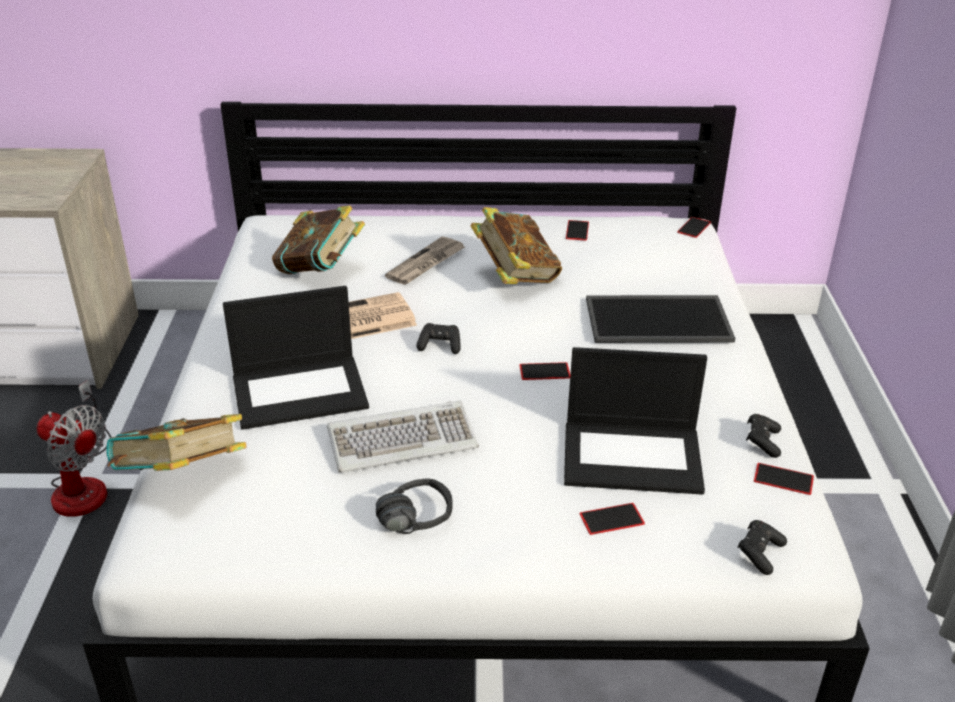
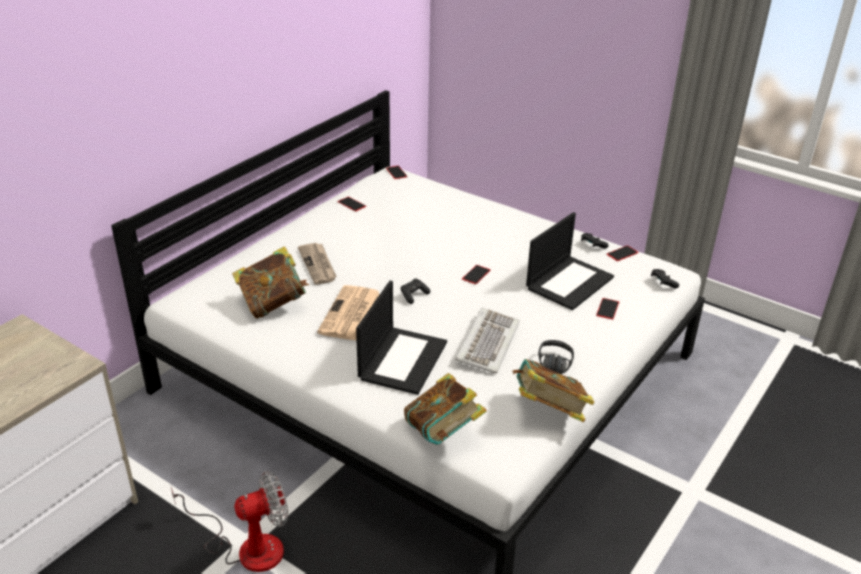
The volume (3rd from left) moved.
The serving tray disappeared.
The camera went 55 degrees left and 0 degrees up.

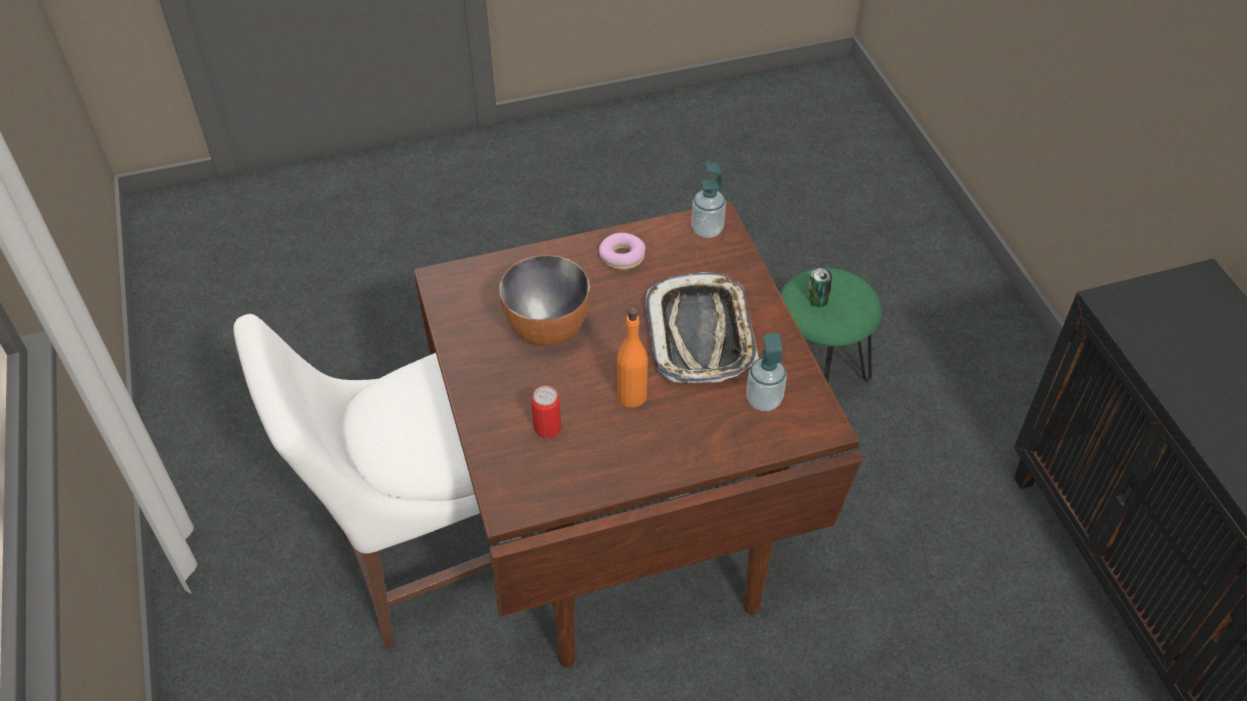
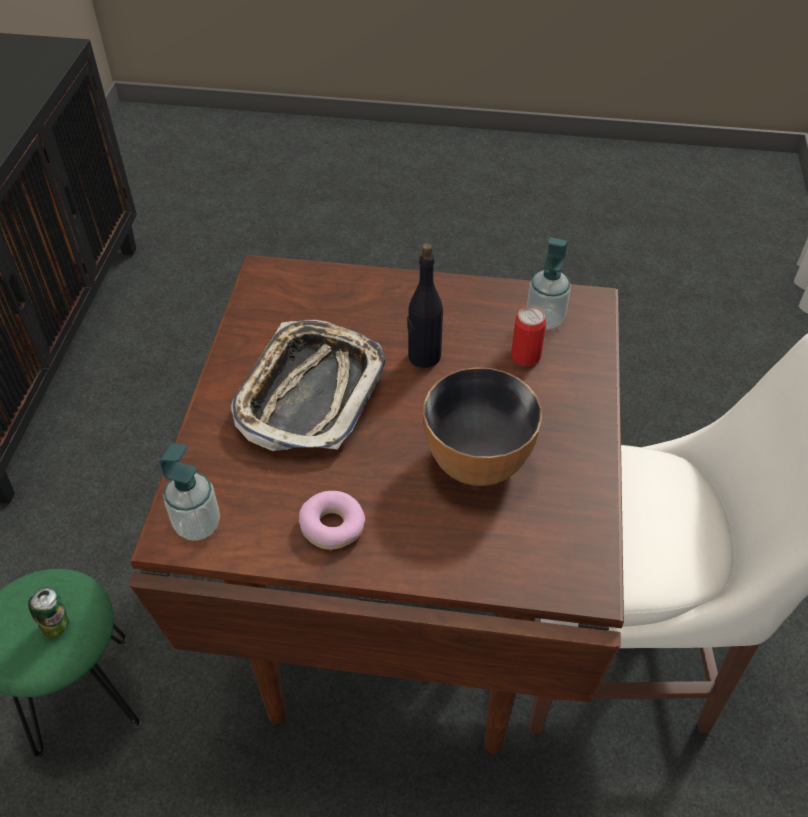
The orange-coloured drink bottle became the black drink bottle.
The soap bottle (2nd from left) moved.
The camera went 155 degrees left and 0 degrees up.

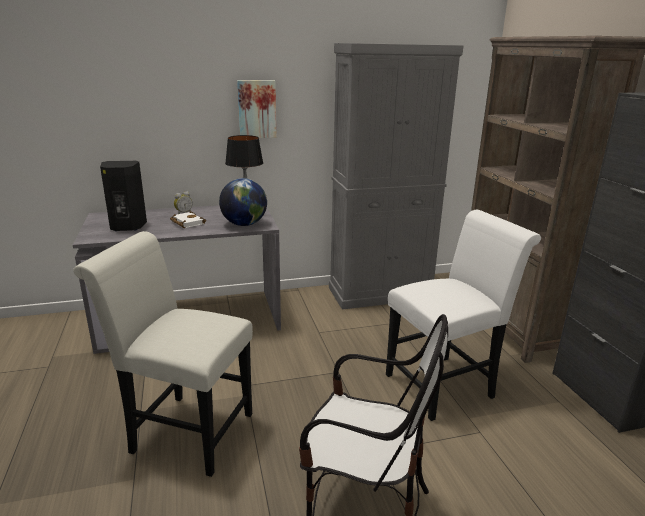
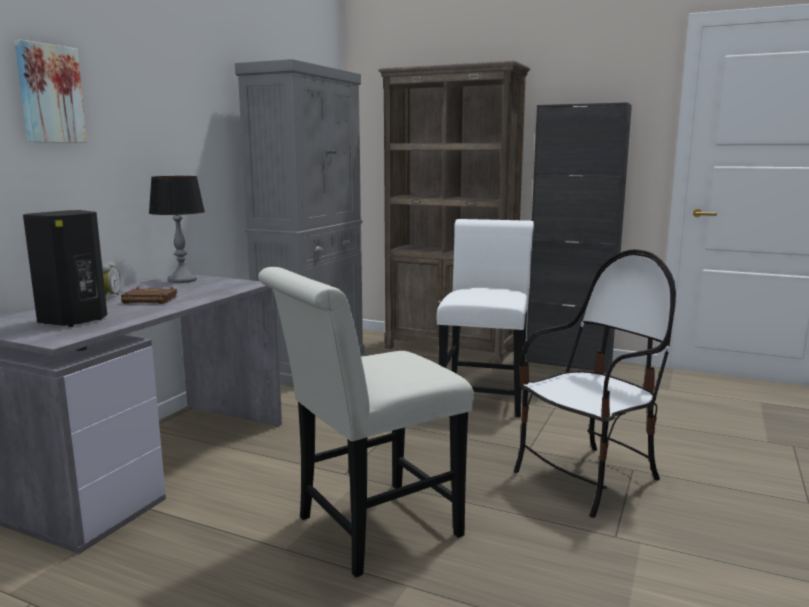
The picture moved.
The globe disappeared.
The white volume became the brown-coloured volume.
The camera went 50 degrees left and 10 degrees down.

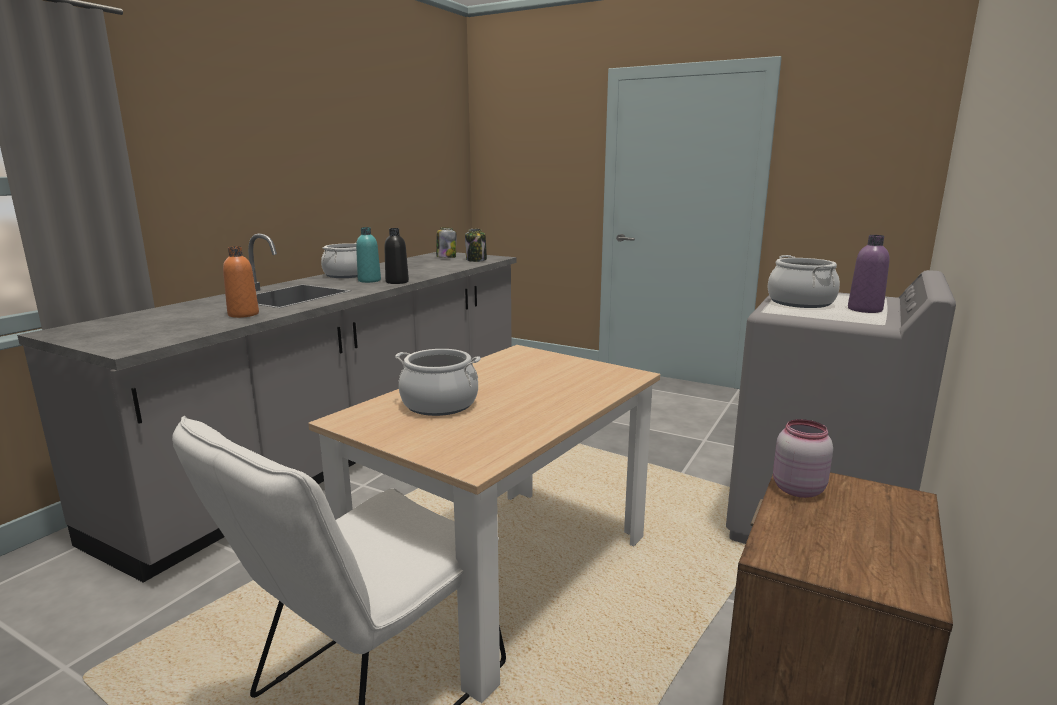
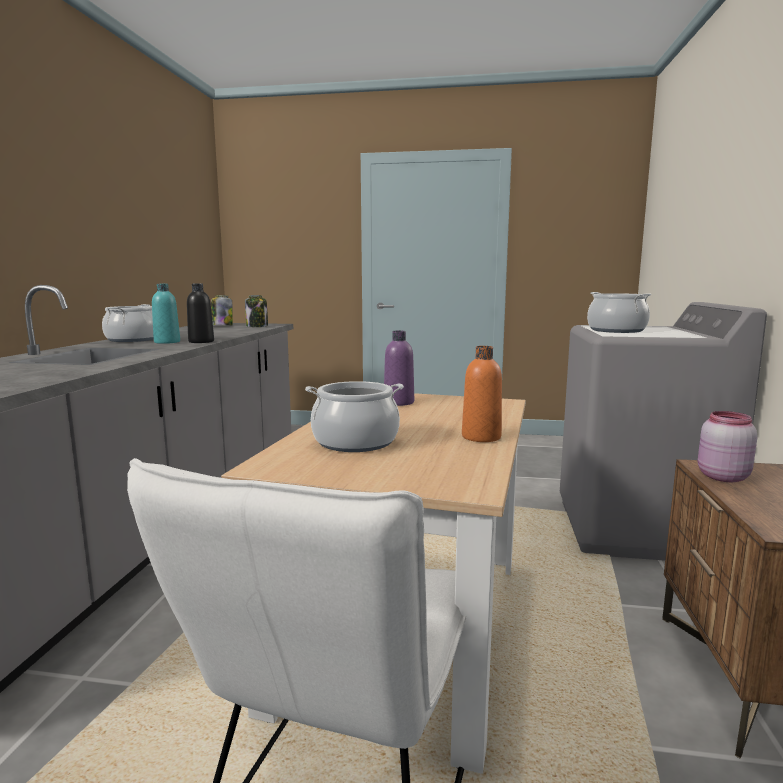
The purplish drink bottle moved.
The orange-coloured drink bottle moved.
The camera went 20 degrees left and 5 degrees down.

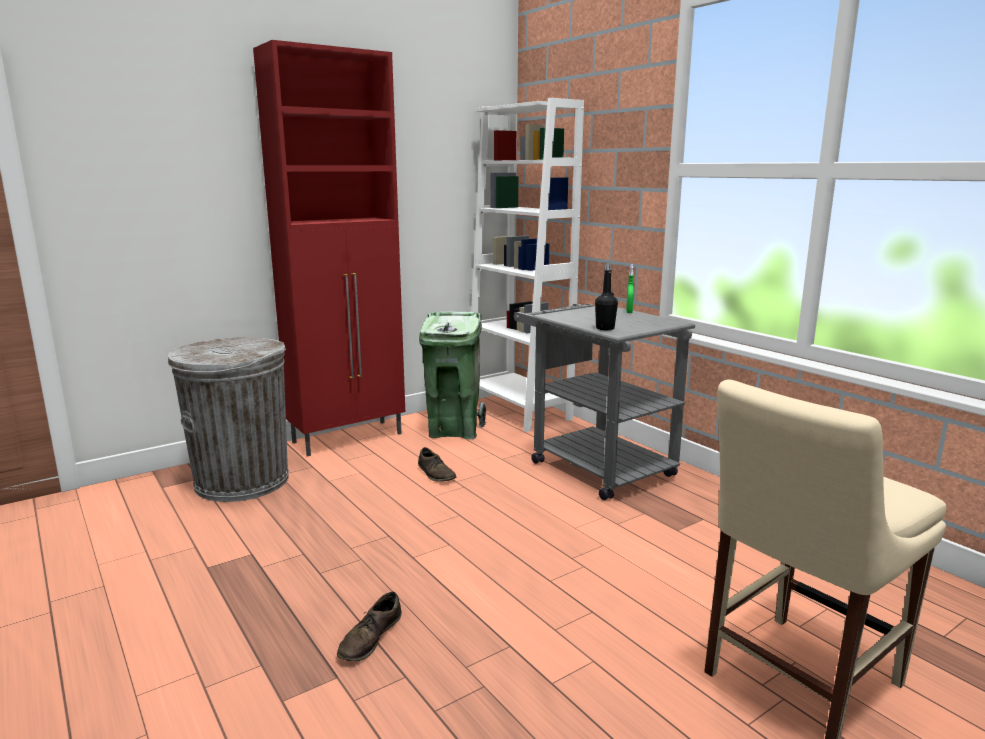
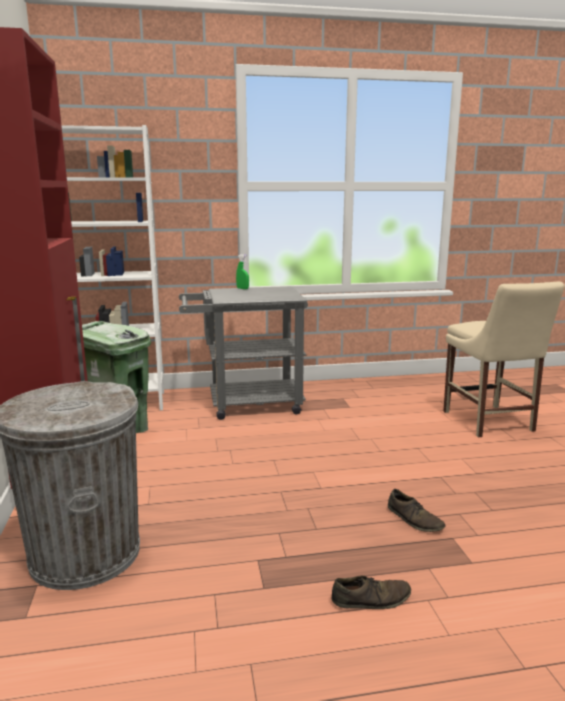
The black drink bottle disappeared.
The brown-coloured item of footwear (2nd from left in the first image) moved.
The camera went 65 degrees left and 0 degrees up.

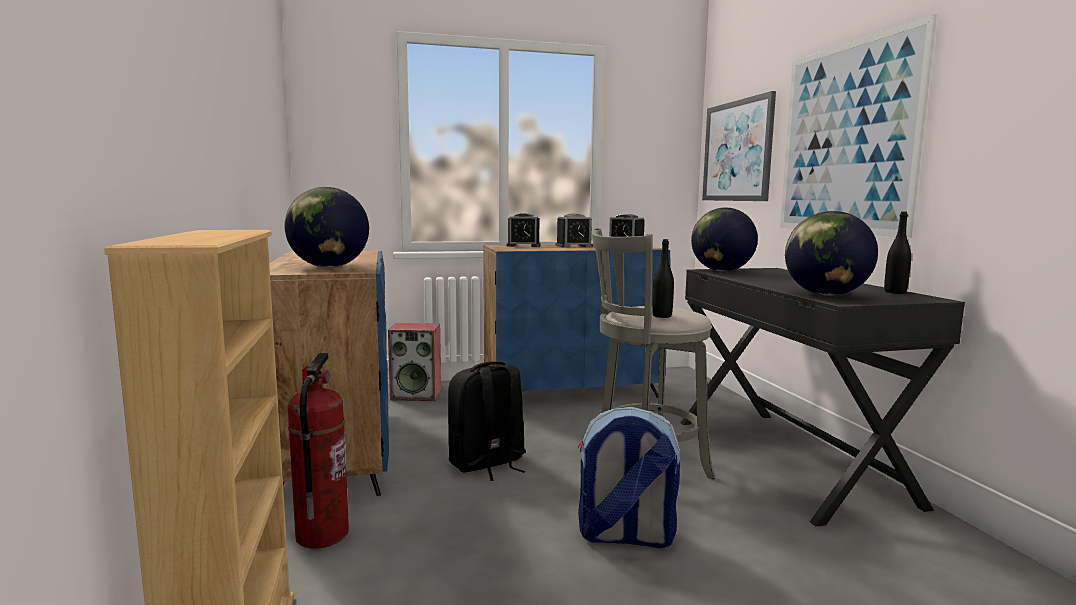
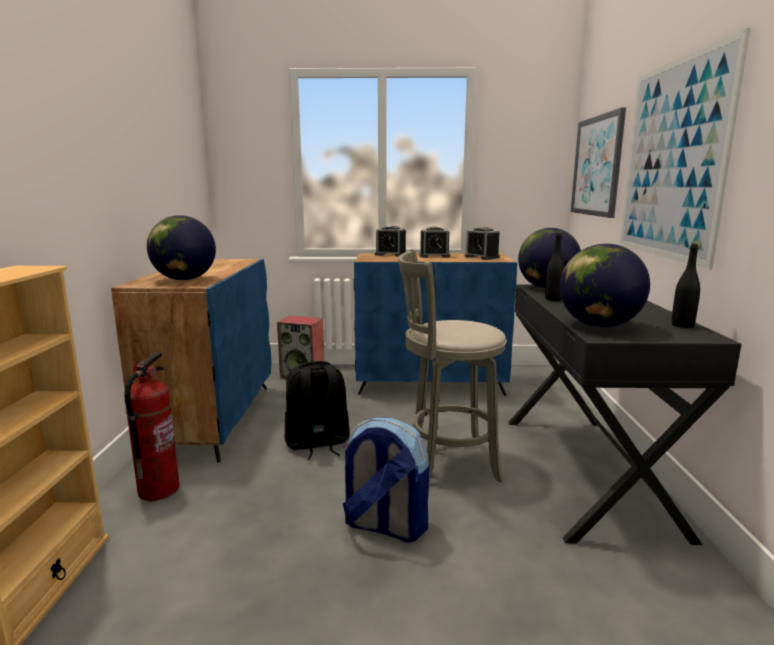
The black drink bottle (1st from left) moved.
The camera went 15 degrees right and 5 degrees up.

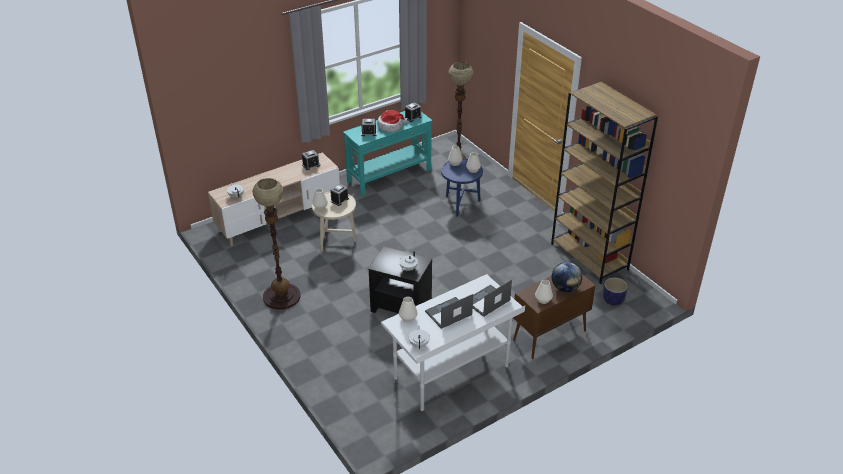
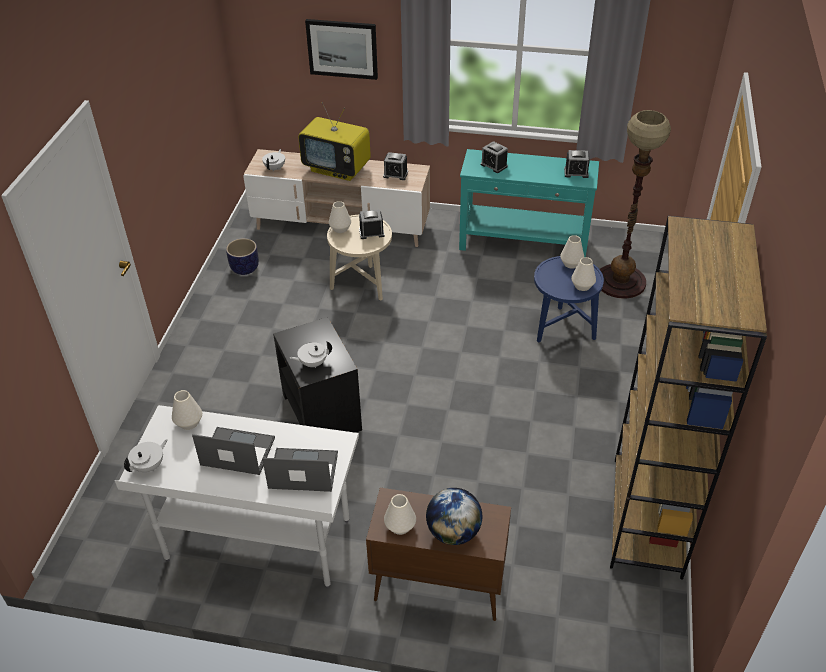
The hat disappeared.
The floor lamp (1st from left) disappeared.
The plant pot moved.
The picture appeared.
The TV appeared.
The camera went 45 degrees right and 5 degrees up.

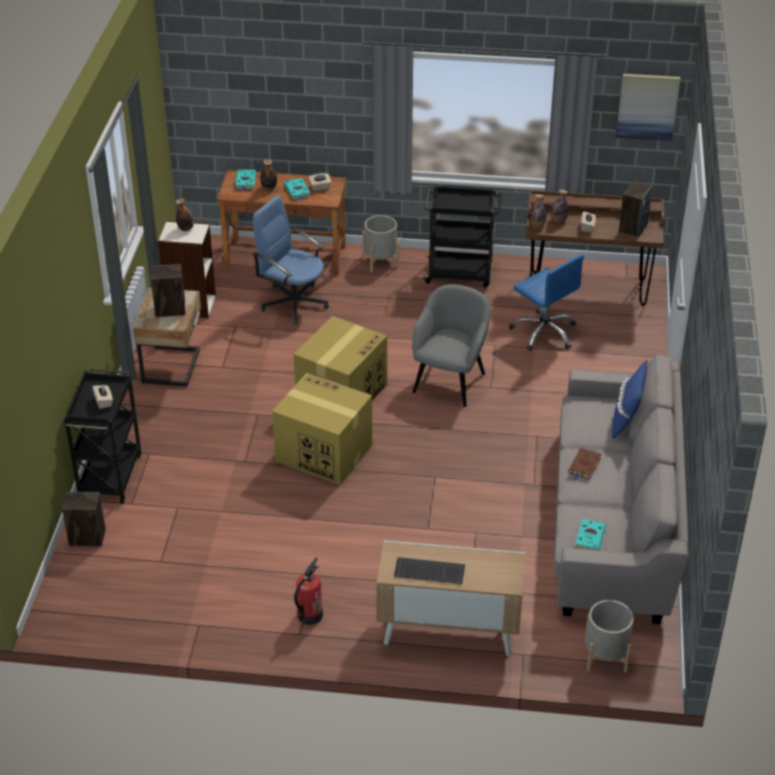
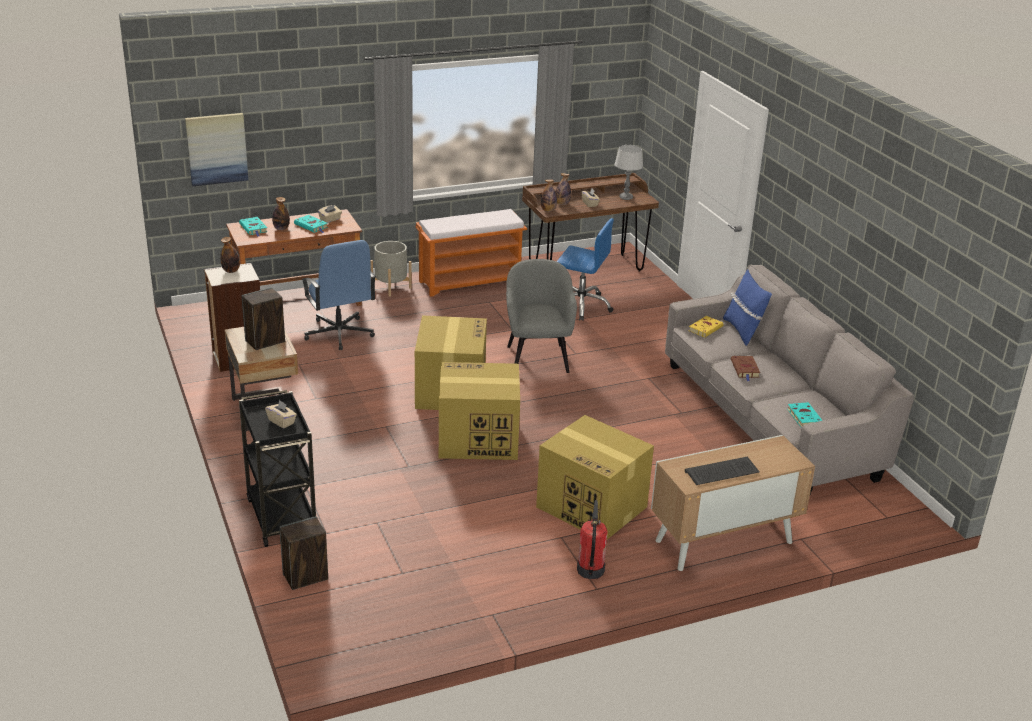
The picture moved.
The audio speaker (3rd from left) was replaced by the greyish tabletop lamp.
The black cart (2nd from left) was replaced by the orange-coloured long seat.
The bluish desk chair (1st from left) turned 120 degrees counterclockwise.
The greyish plant pot (2nd from left) disappeared.
The yellow volume appeared.
The packing box (3rd from left) appeared.
The camera went 30 degrees left and 10 degrees down.

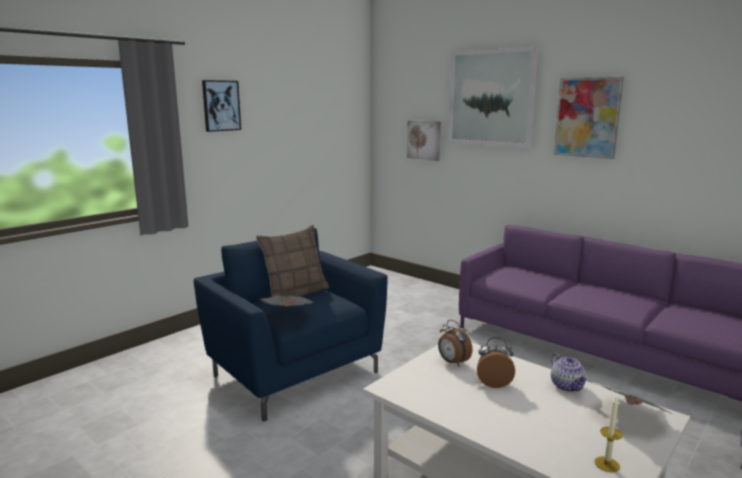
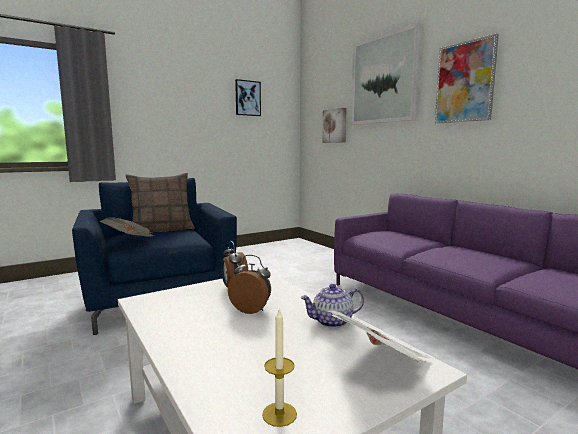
The picture (1st from left) moved.
The teapot turned 75 degrees clockwise.
The camera went 15 degrees right and 5 degrees down.

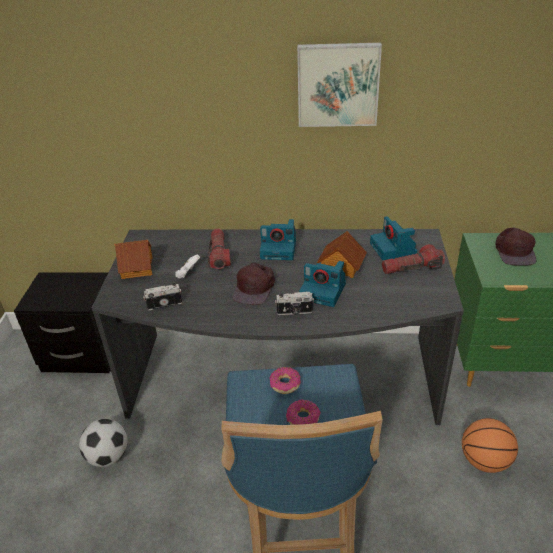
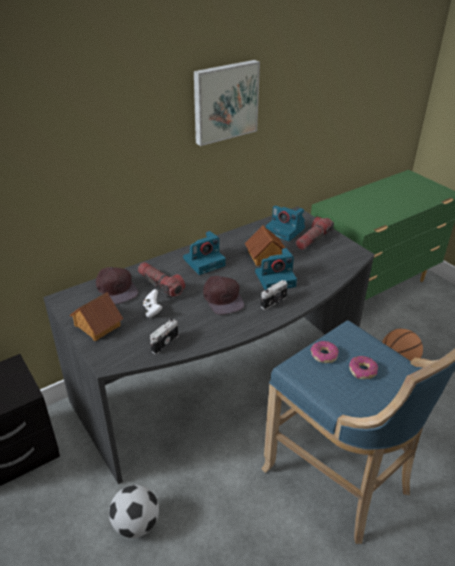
The brown-coloured cap (2nd from left in the first image) moved.
The camera went 40 degrees left and 0 degrees up.

